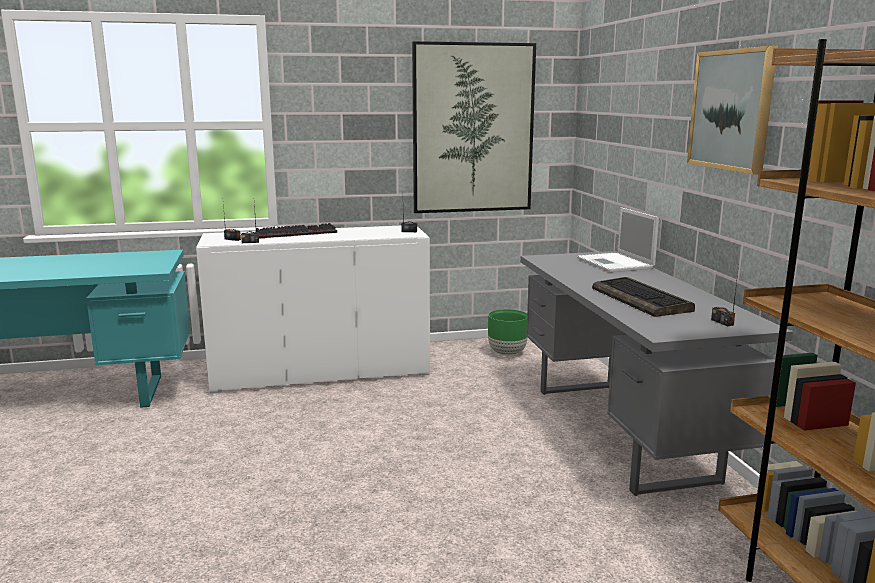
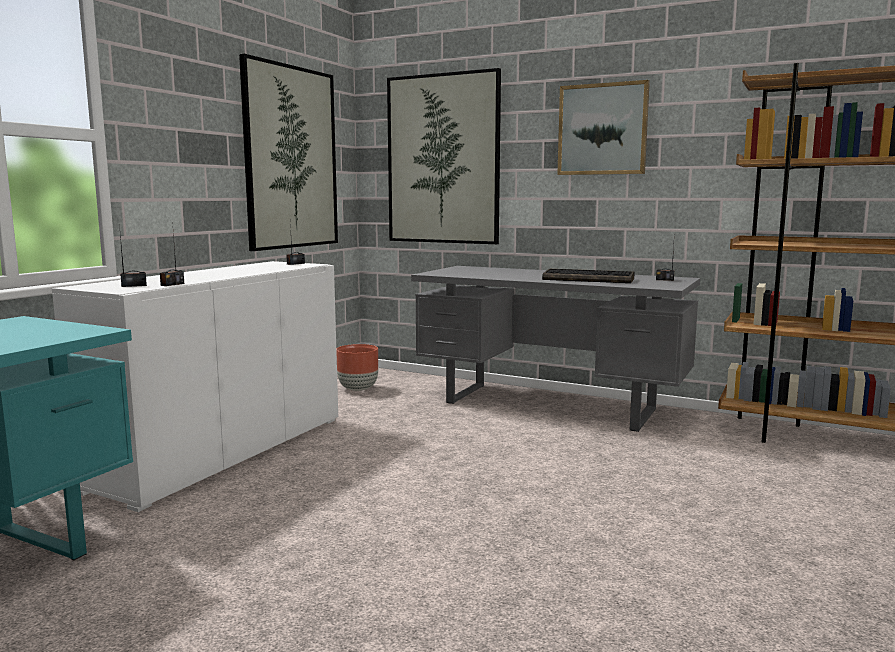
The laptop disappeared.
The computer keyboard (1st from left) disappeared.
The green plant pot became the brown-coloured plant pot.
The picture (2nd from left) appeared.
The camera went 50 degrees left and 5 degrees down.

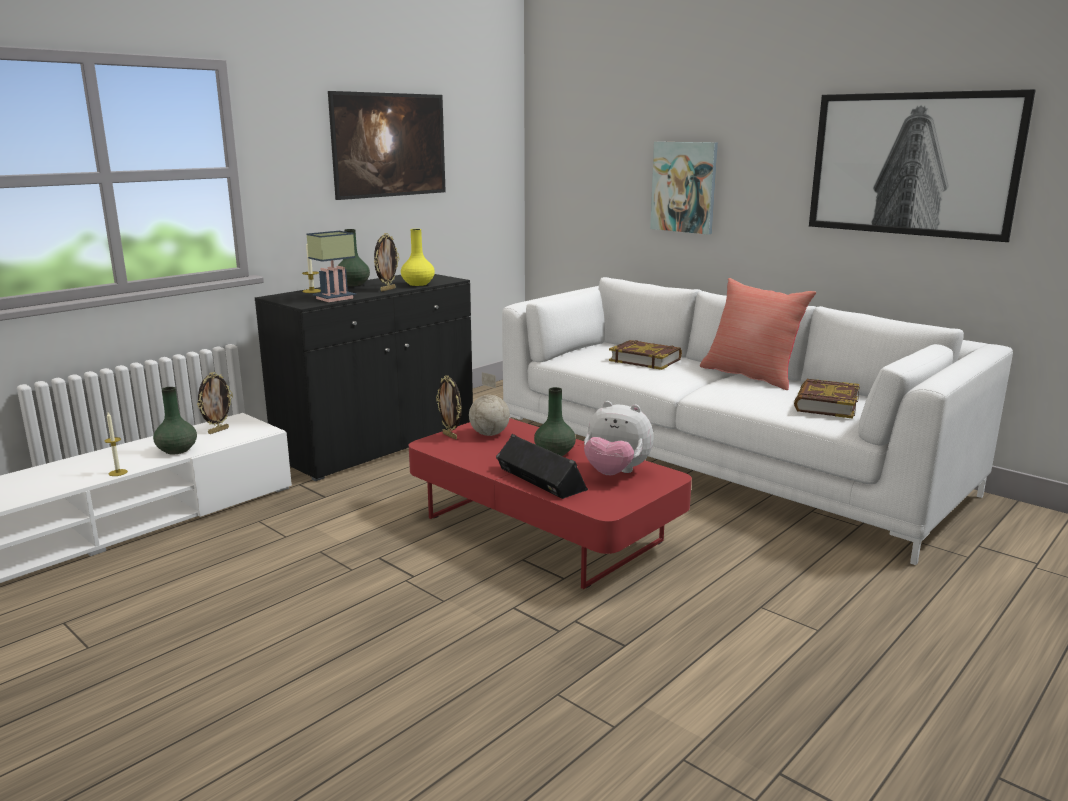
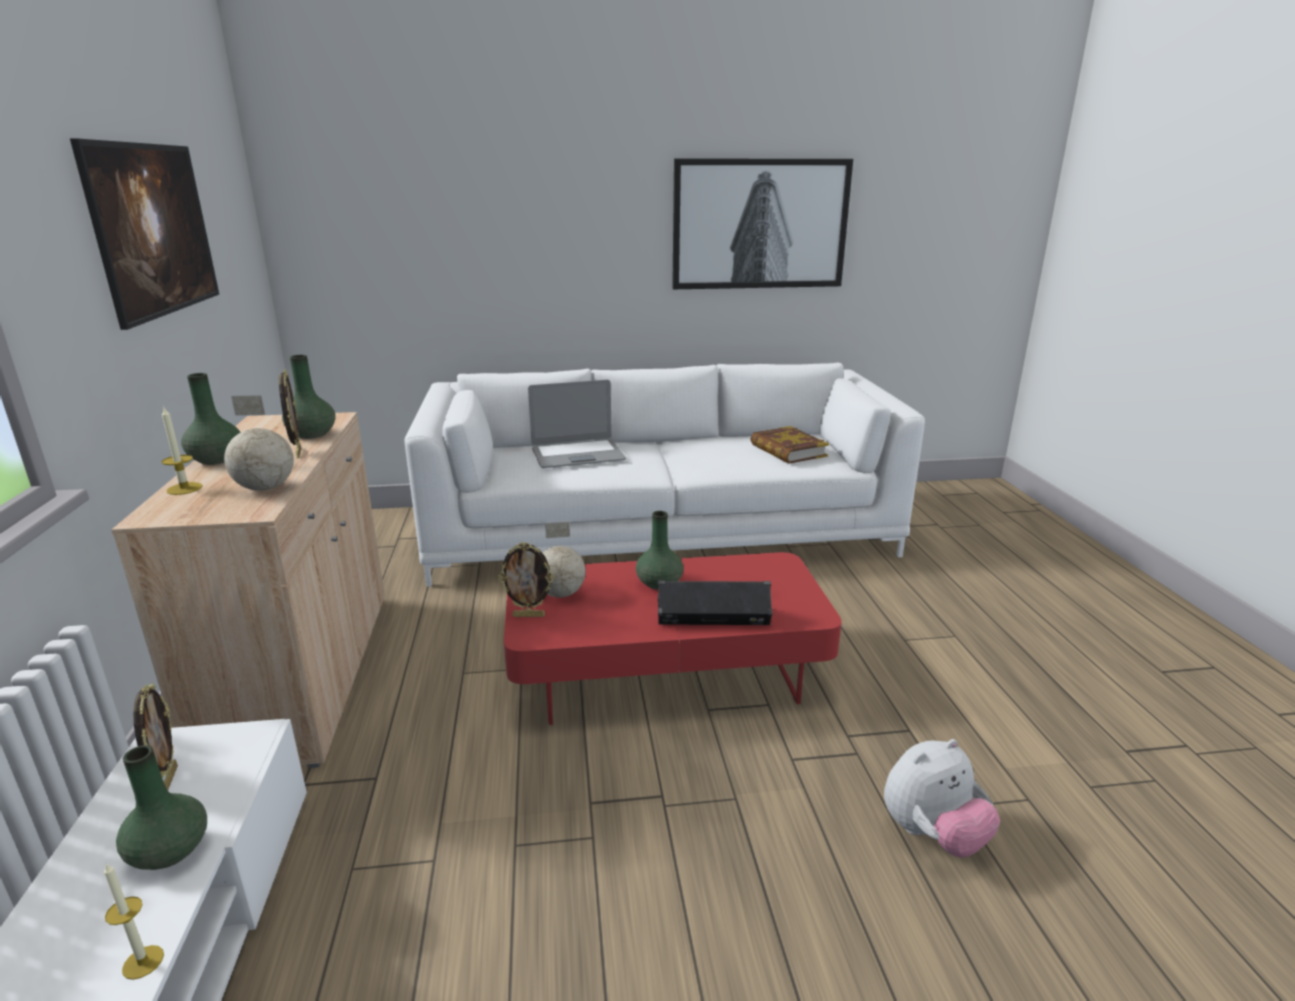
The picture (2nd from left) disappeared.
The yellow decorative vase became the green decorative vase (3rd from left).
The tabletop lamp was replaced by the globe (1st from left).
The black cabinet became the sand-coloured cabinet.
The red pillow disappeared.
The volume (1st from left) was replaced by the laptop.
The soft toy moved.
The camera went 50 degrees left and 5 degrees up.

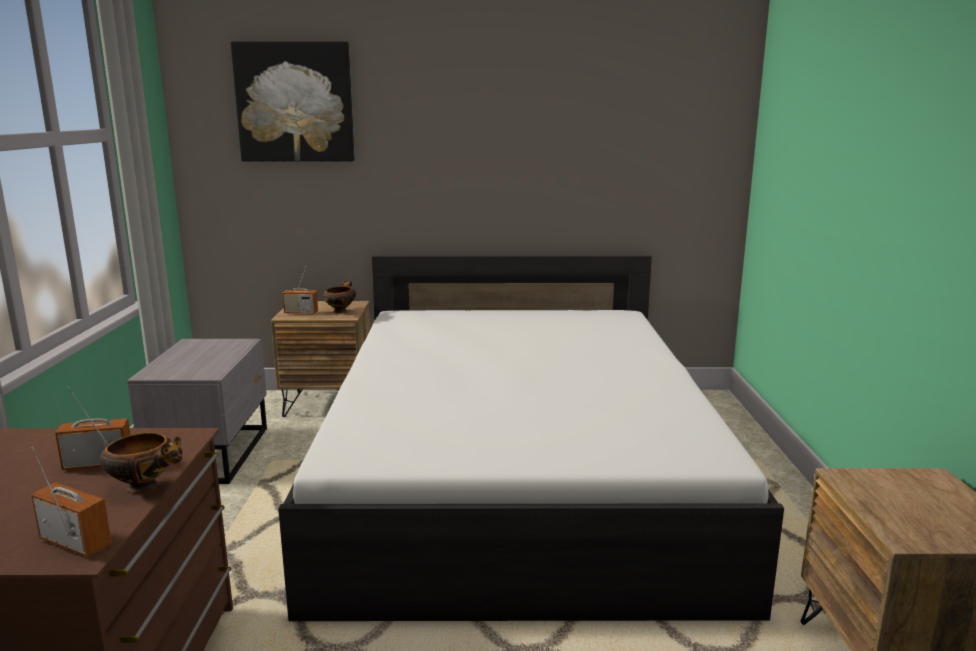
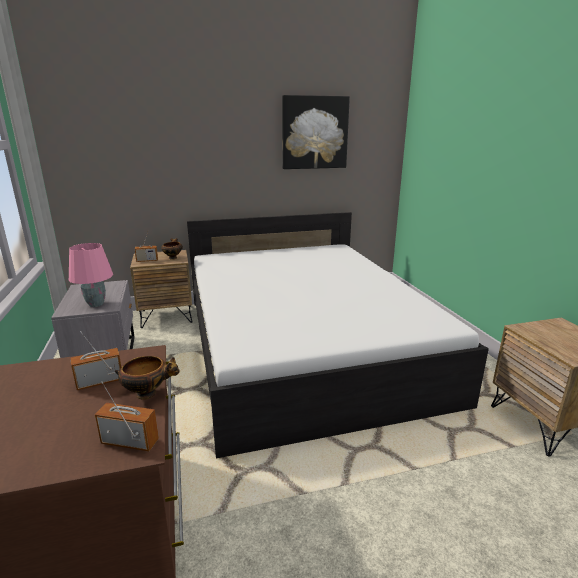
The picture moved.
The pink-coloured tabletop lamp appeared.
The camera went 15 degrees left and 5 degrees up.

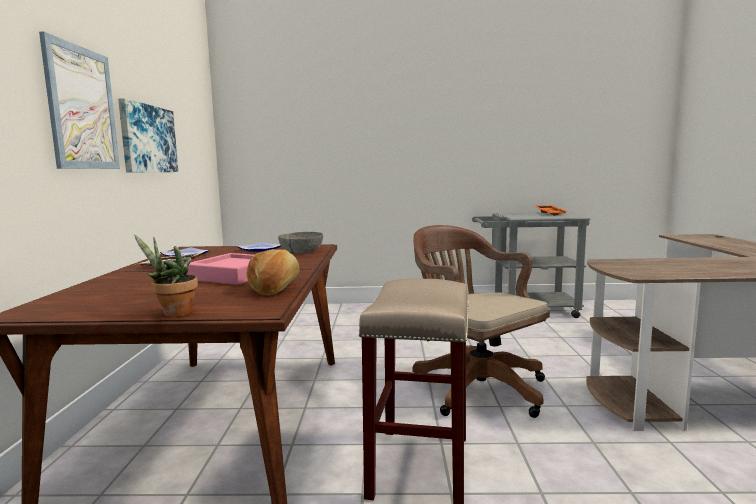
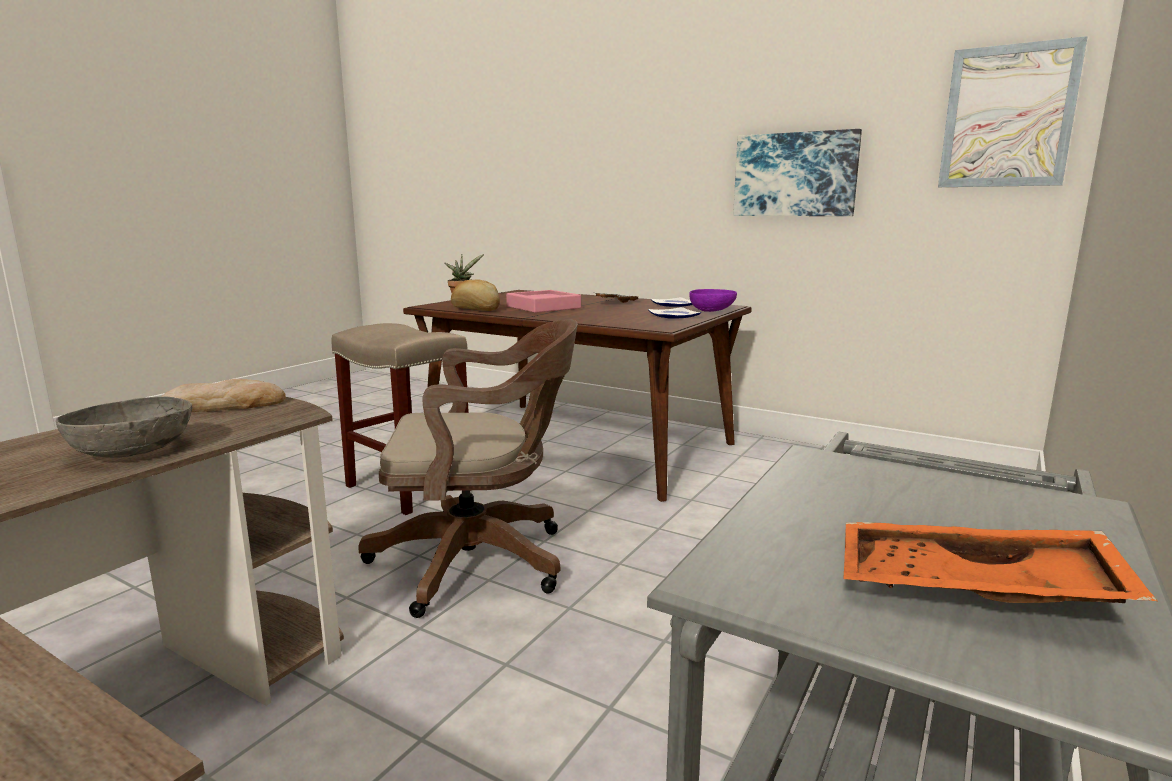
The picture (1st from left in the first image) moved.
The greyish serving bowl moved.
The purplish serving bowl appeared.
The baked bread (1st from left) appeared.
The camera went 120 degrees right and 5 degrees up.

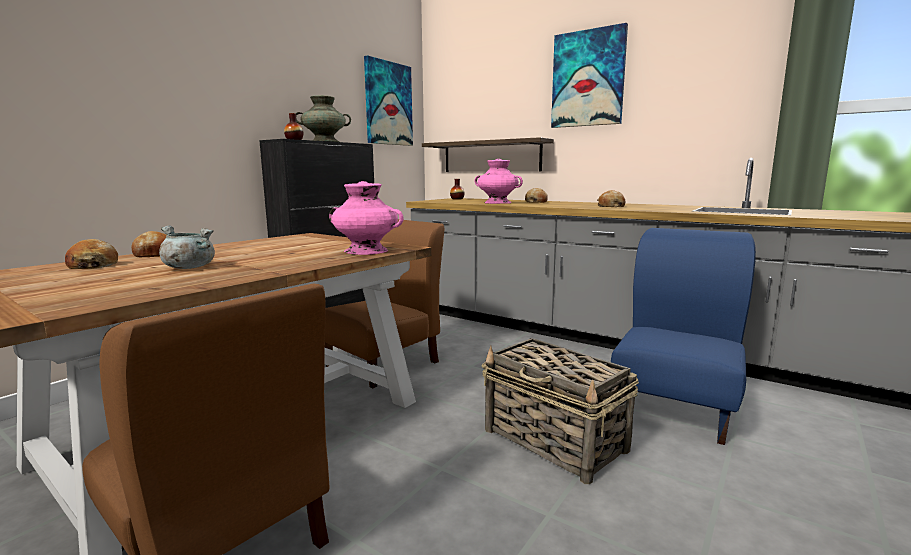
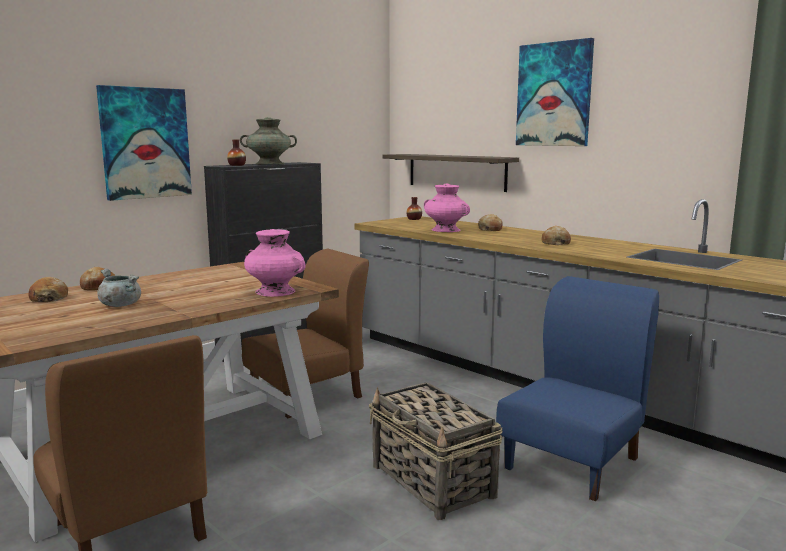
The picture (1st from left) moved.
The camera went 10 degrees right and 0 degrees up.

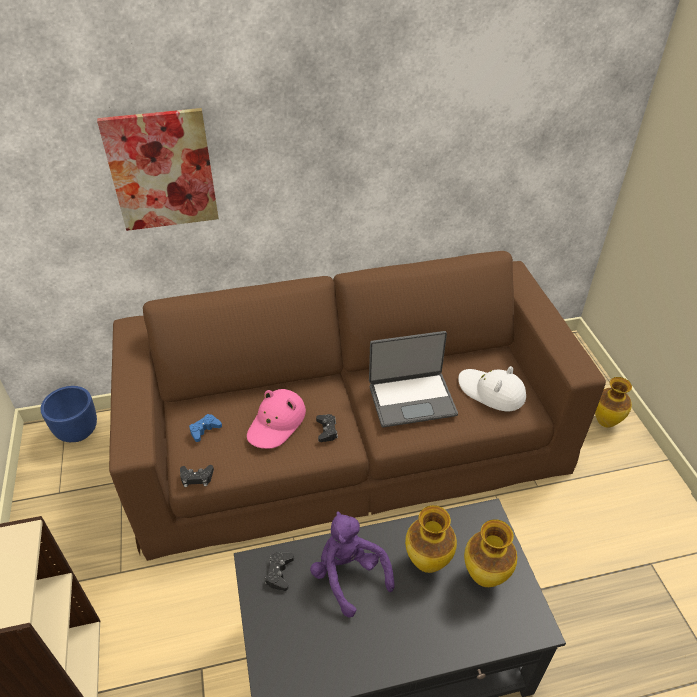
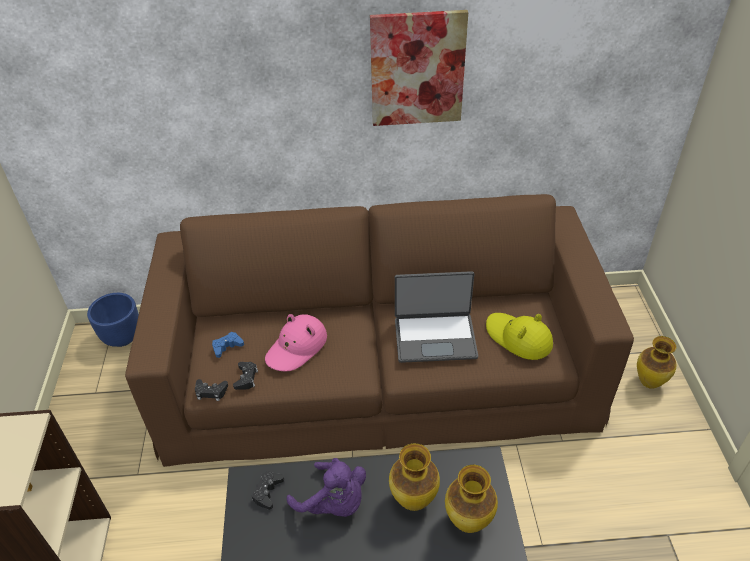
The picture moved.
The white hat became the yellow hat.
The black game controller (3rd from left in the first image) moved.
The purplish soft toy turned 150 degrees clockwise.
The camera went 10 degrees right and 0 degrees up.

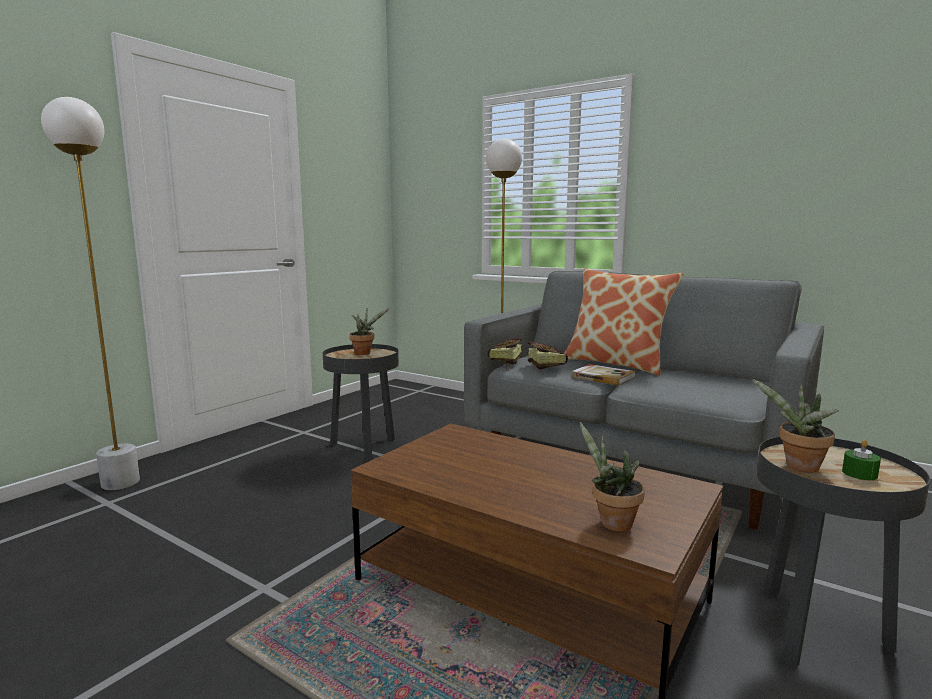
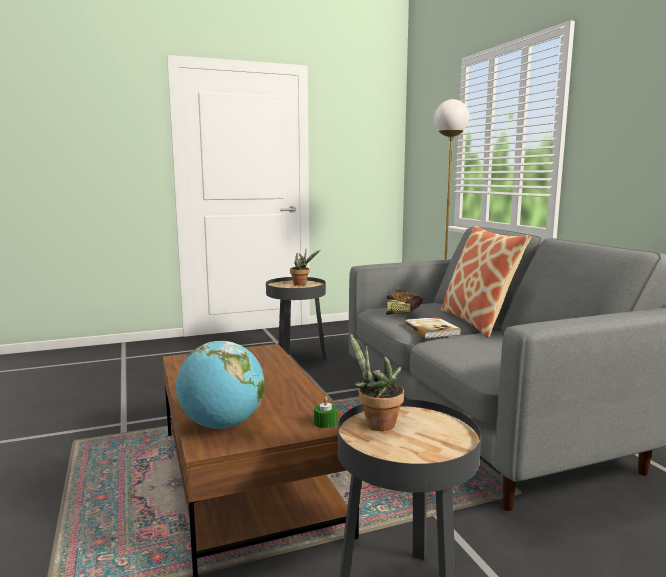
The white floor lamp (1st from left) disappeared.
The volume (1st from left) disappeared.
The houseplant (2nd from left) was replaced by the globe.
The green candle moved.
The camera went 35 degrees right and 0 degrees up.

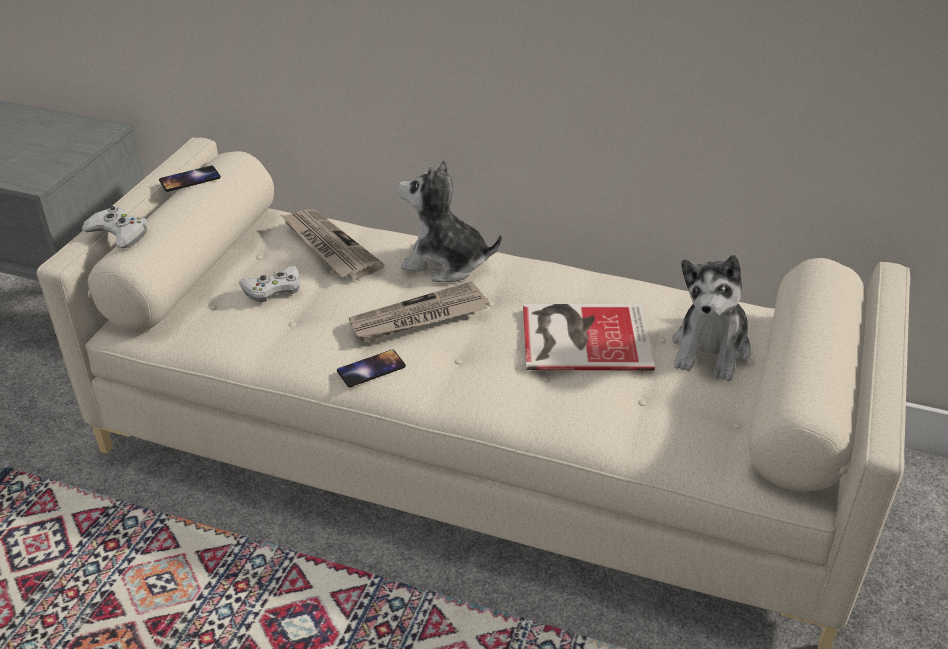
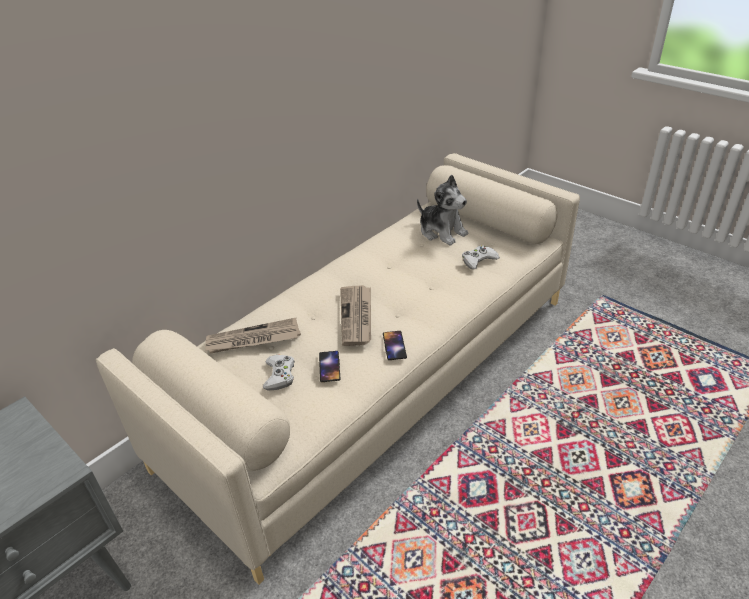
The soft toy (1st from left) disappeared.
The phone (1st from left) moved.
The white game controller (1st from left in the first image) moved.
The volume disappeared.
The camera went 65 degrees left and 0 degrees up.

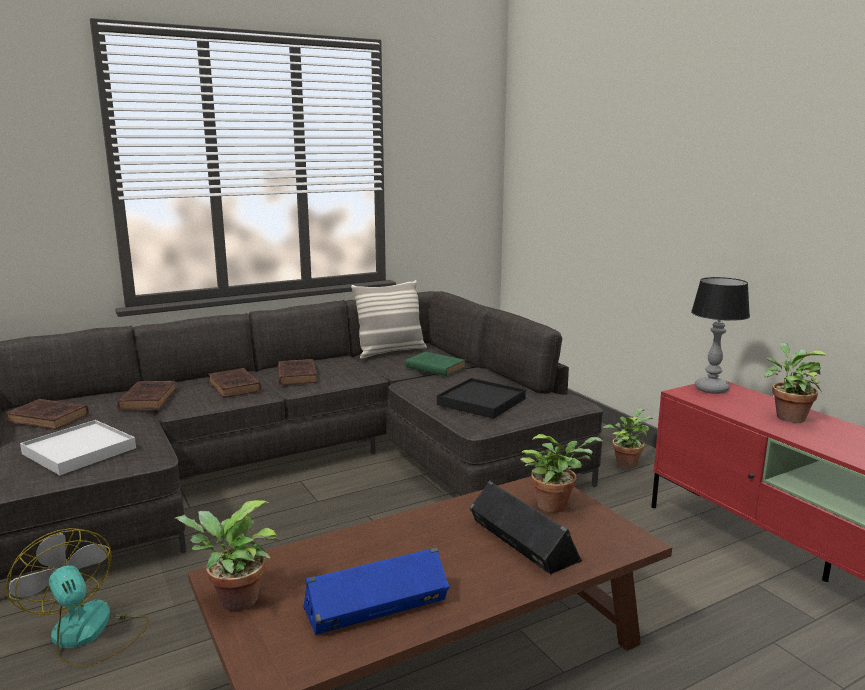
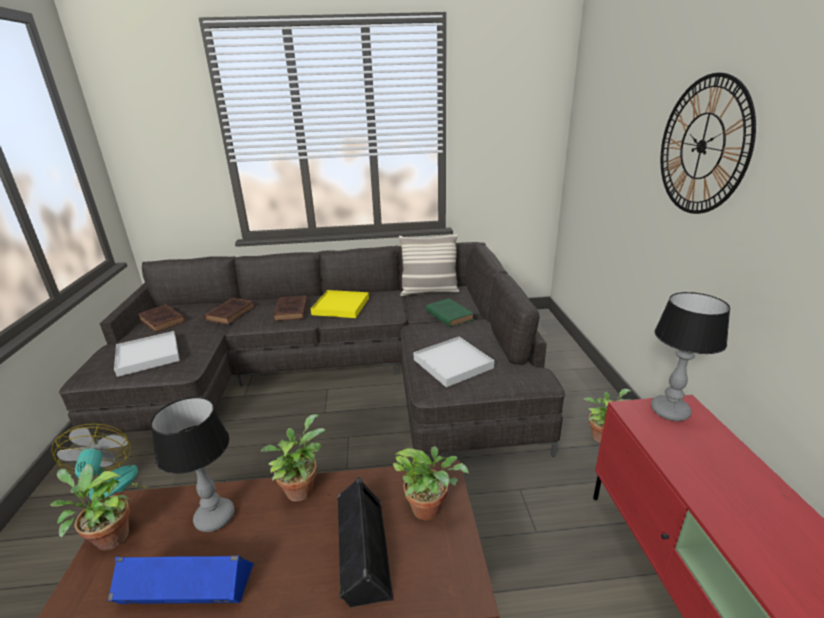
The houseplant (4th from left in the first image) moved.
The brown-coloured volume (4th from left) was replaced by the yellow serving tray.
The black serving tray became the white serving tray (2nd from left).
The hanging clock appeared.
The tabletop lamp (1st from left) appeared.
The camera went 25 degrees right and 10 degrees up.

